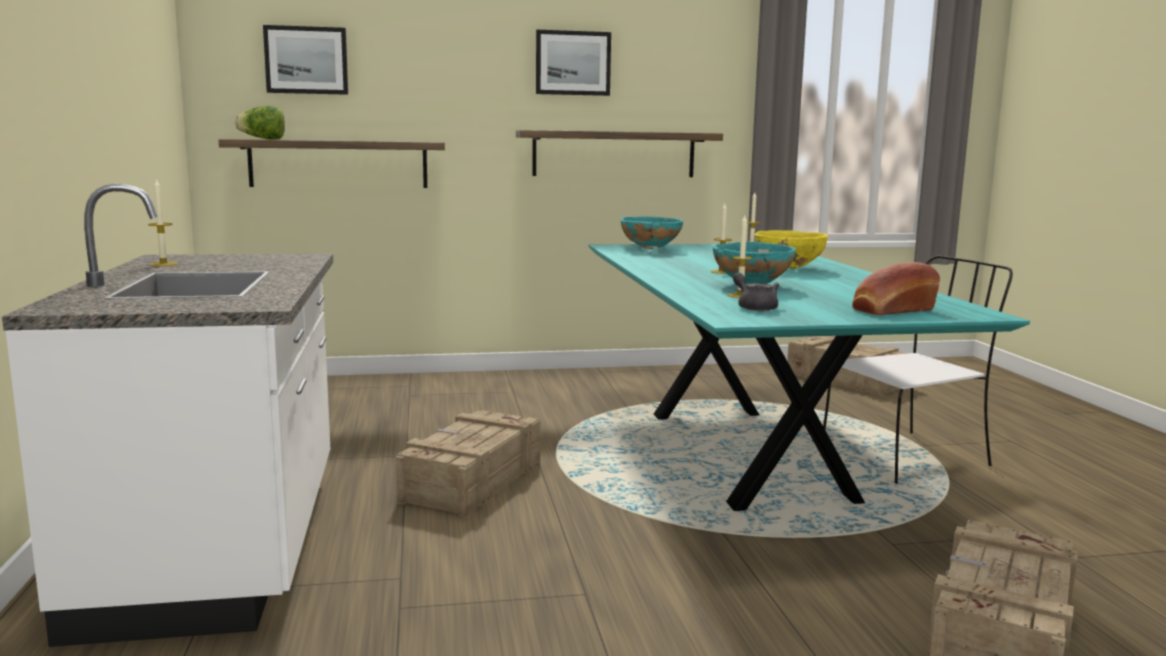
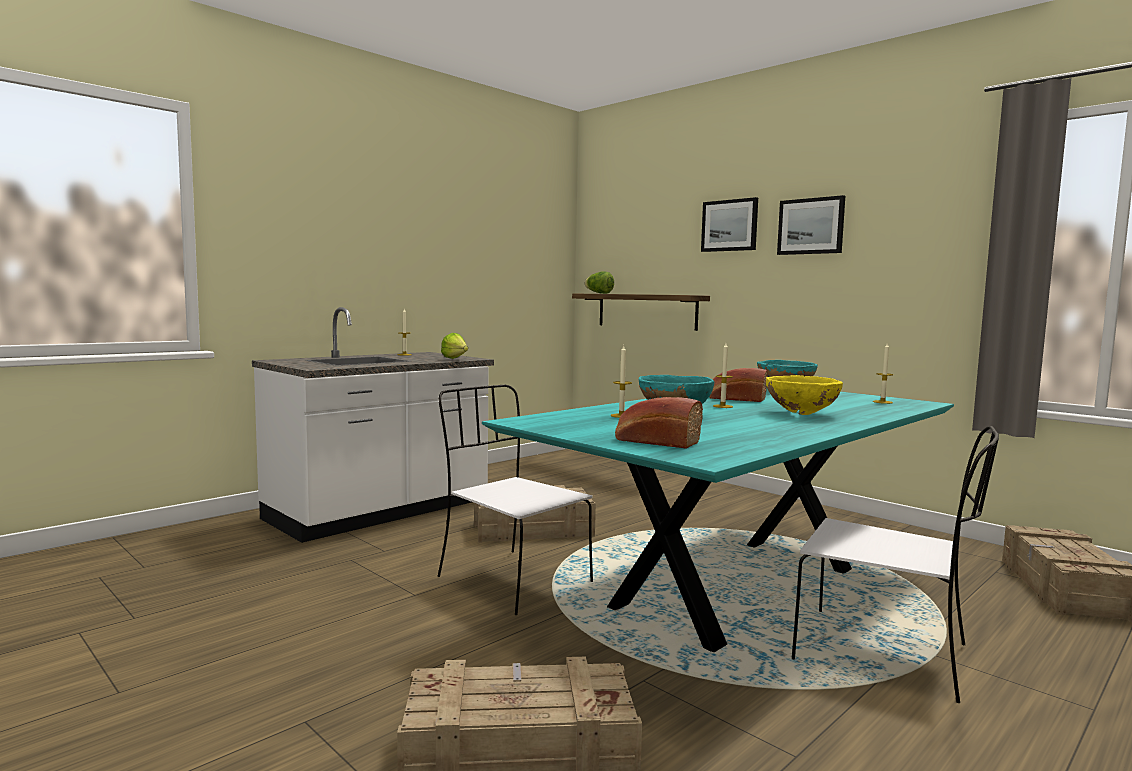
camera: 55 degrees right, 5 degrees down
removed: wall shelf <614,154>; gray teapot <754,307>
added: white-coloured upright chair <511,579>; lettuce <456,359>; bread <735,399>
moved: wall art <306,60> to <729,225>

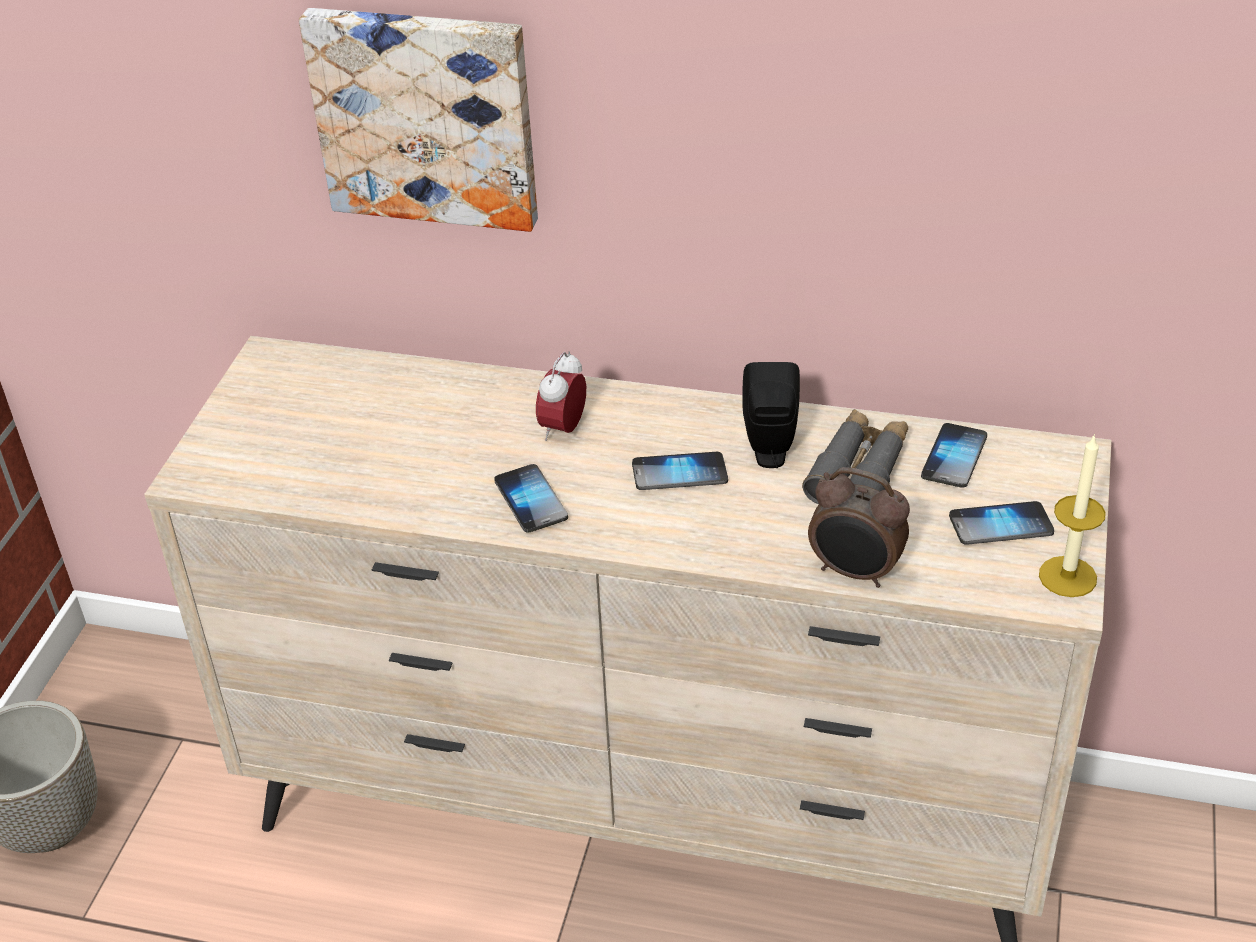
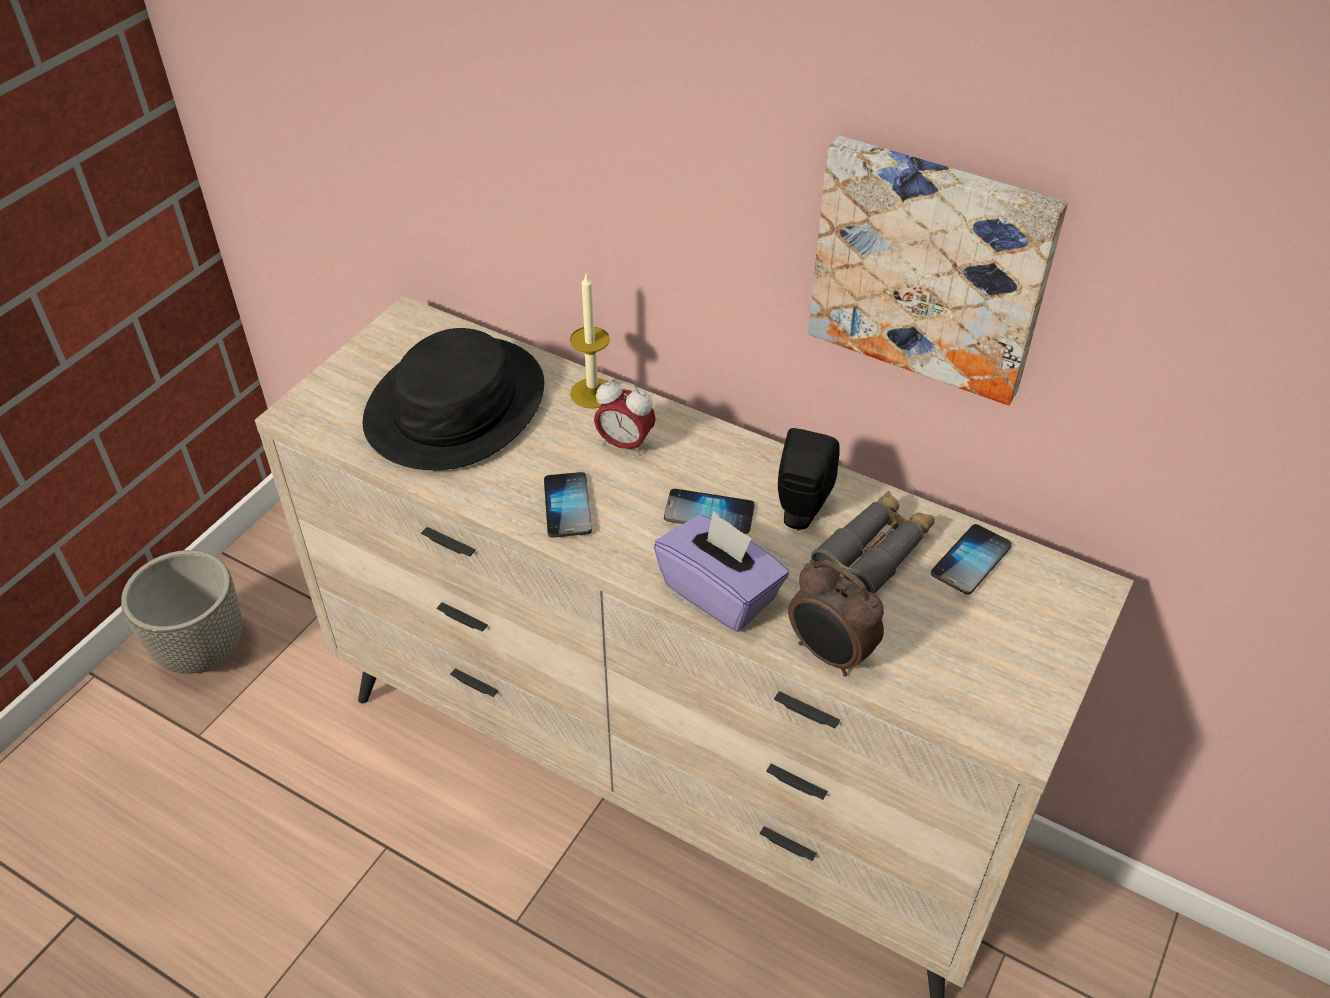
camera: 15 degrees right, 5 degrees up
removed: handset <1001,525>
added: blackish hat <456,406>; purplish tissue box <720,592>
moved: wax candle <1067,576> to <592,393>; wall art <426,115> to <931,266>
turned: bedside clock <563,429> = <625,444> 105 degrees counterclockwise

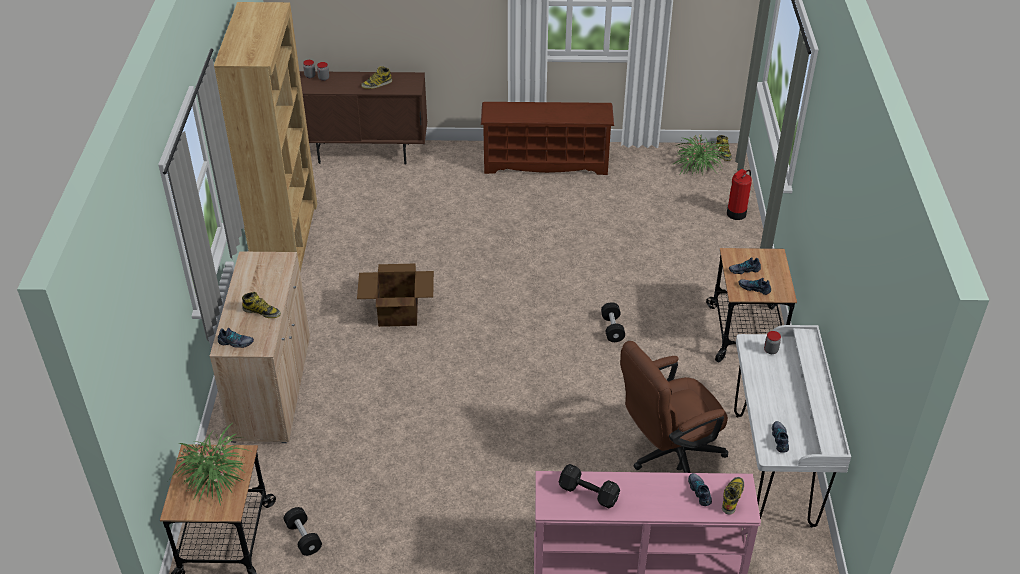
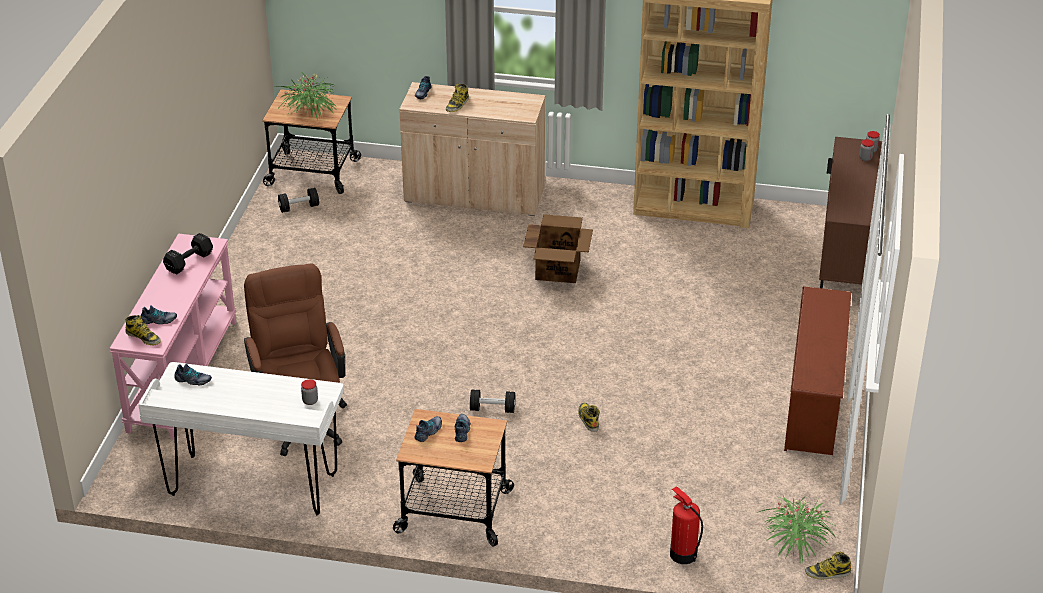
camera: 100 degrees right, 5 degrees down
moved: high-top boot <377,84> to <588,419>

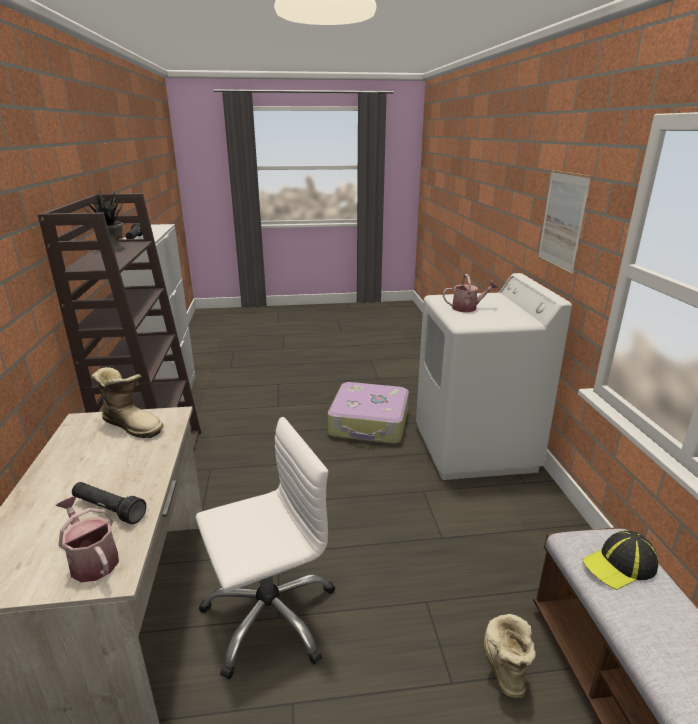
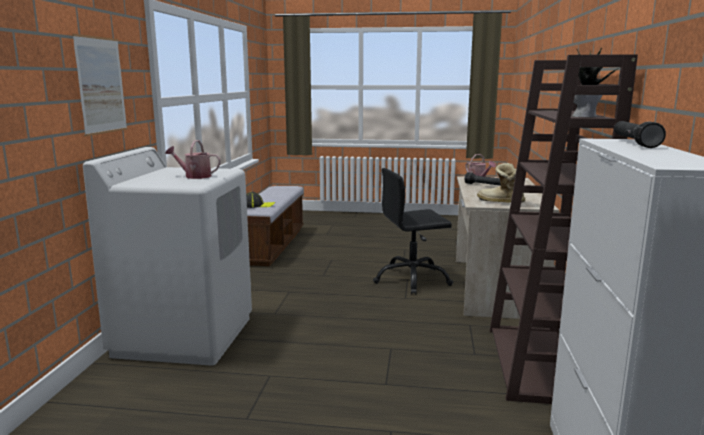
camera: 165 degrees left, 10 degrees down
removed: suitcase <369,424>; high-top boot <502,665>
recoloured: white-coloured computer chair <269,615> to blackish computer chair <412,280>

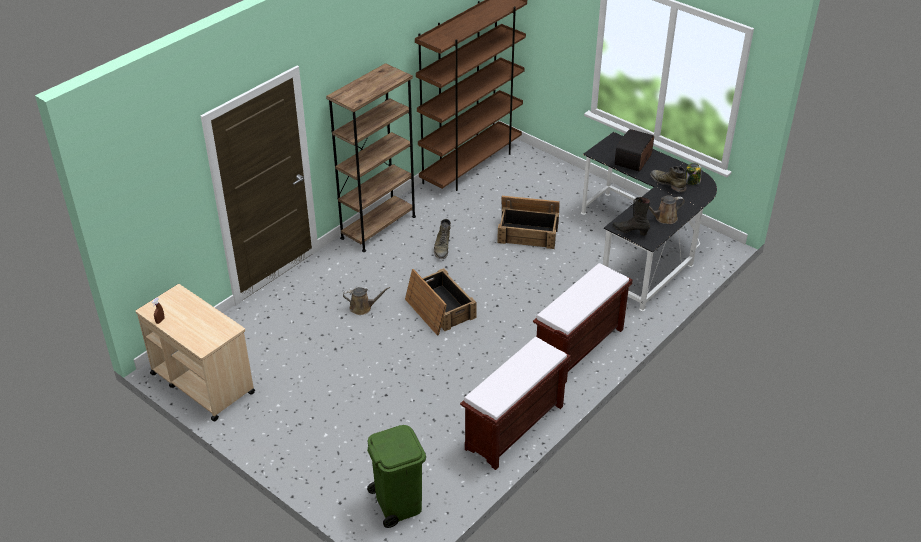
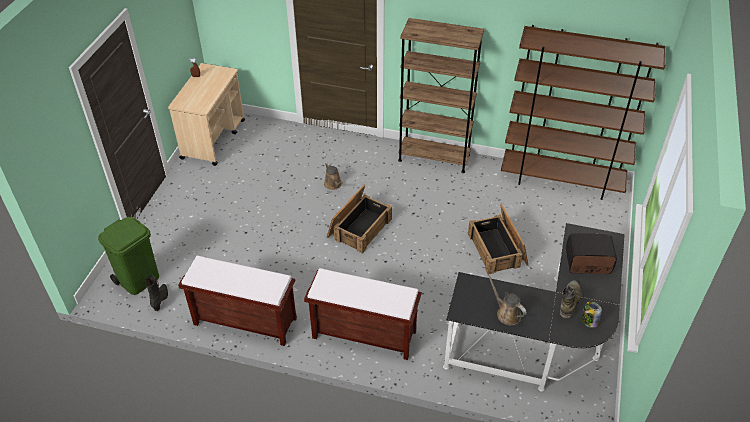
camera: 65 degrees right, 5 degrees up
removed: green-coloured high-top boot <442,248>
moved: blackish high-top boot <630,231> to <161,300>

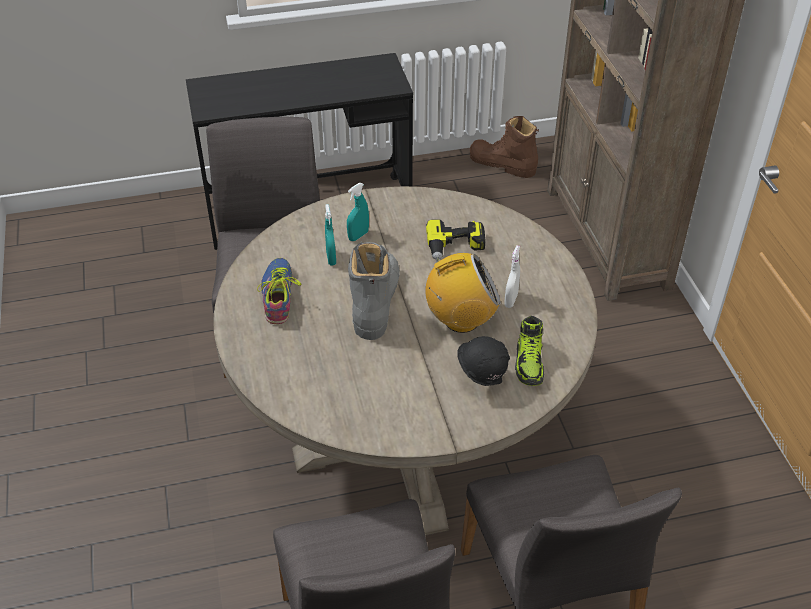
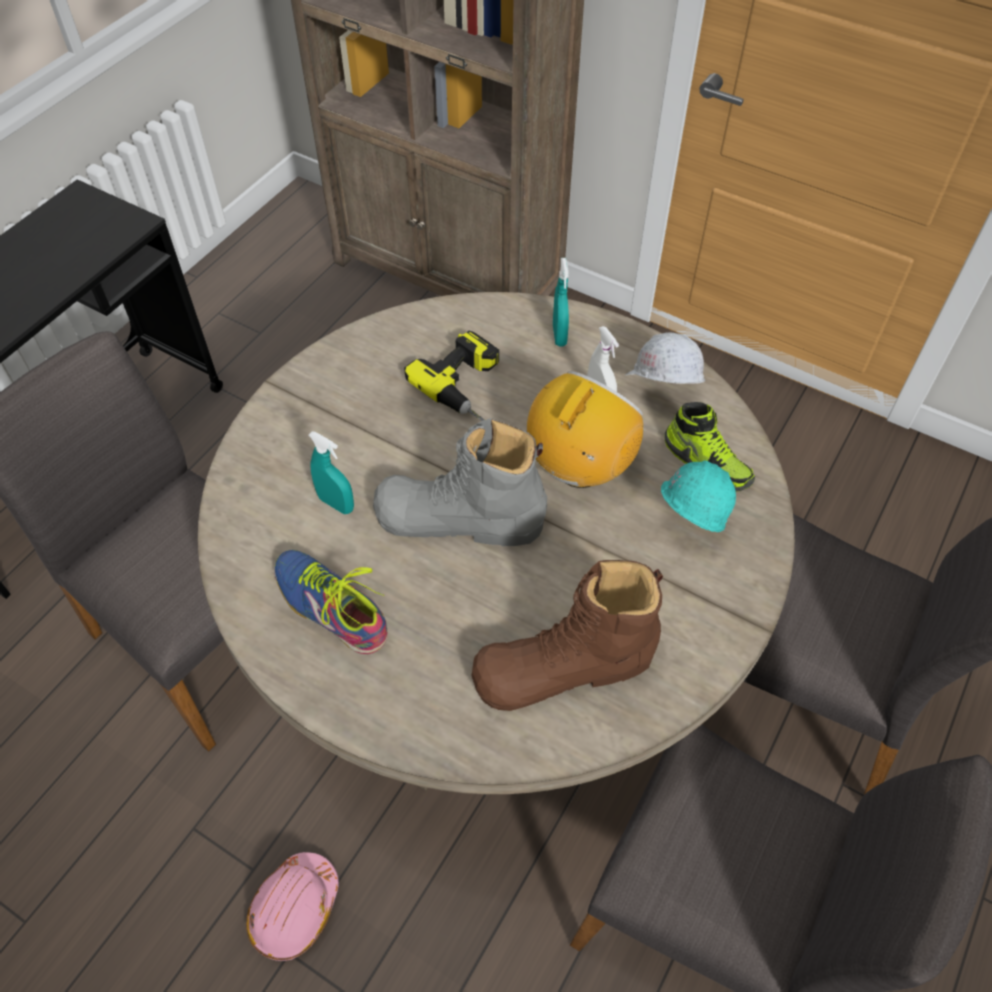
camera: 45 degrees left, 10 degrees up
added: pinkish work helmet <294,909>; white-coloured work helmet <660,395>
moved: brown high-top boot <502,164> to <564,667>; turquoise-coloured sprayer <358,236> to <559,335>
recoloured: blackish work helmet <481,379> to turquoise-coloured work helmet <687,522>
turned: gray high-top boot <375,301> = <459,519> 45 degrees counterclockwise

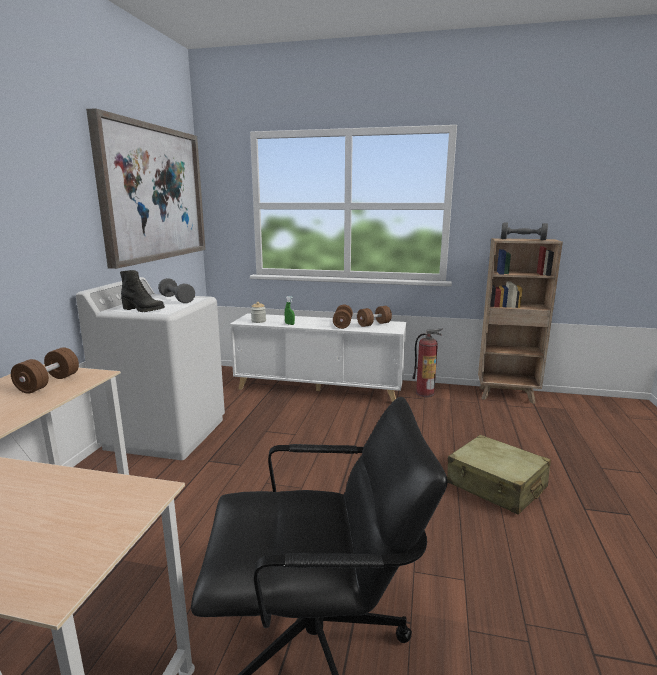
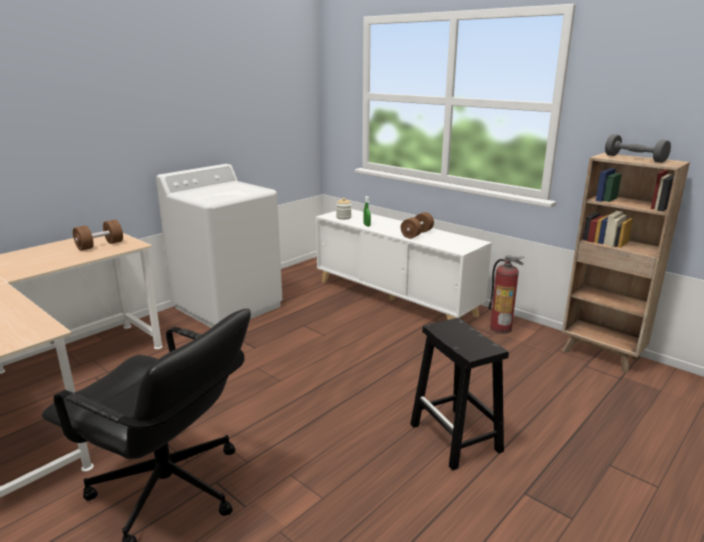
camera: 30 degrees right, 5 degrees up
removed: wall art <154,193>; blackish high-top boot <143,310>; gray free weight <177,299>; brown free weight <374,324>
replaced: sand-coloured suitcase <496,485> to blackish sitting stool <456,438>

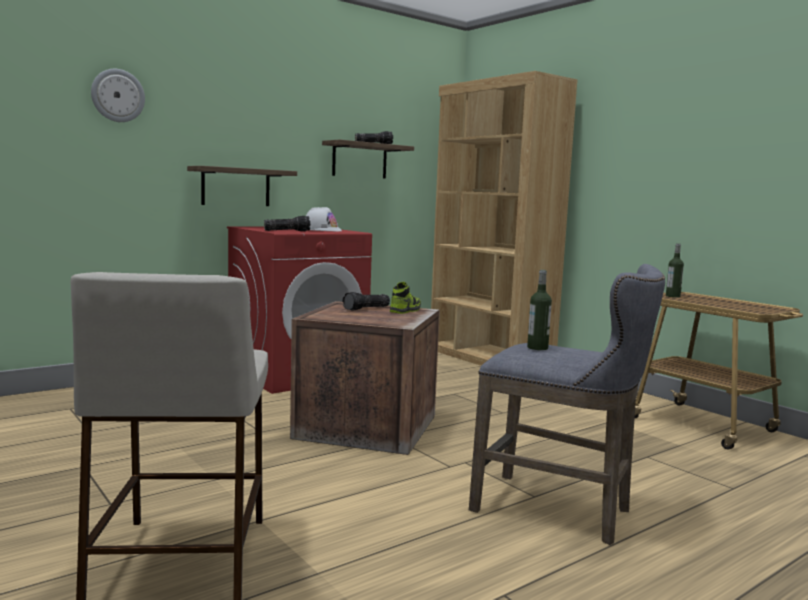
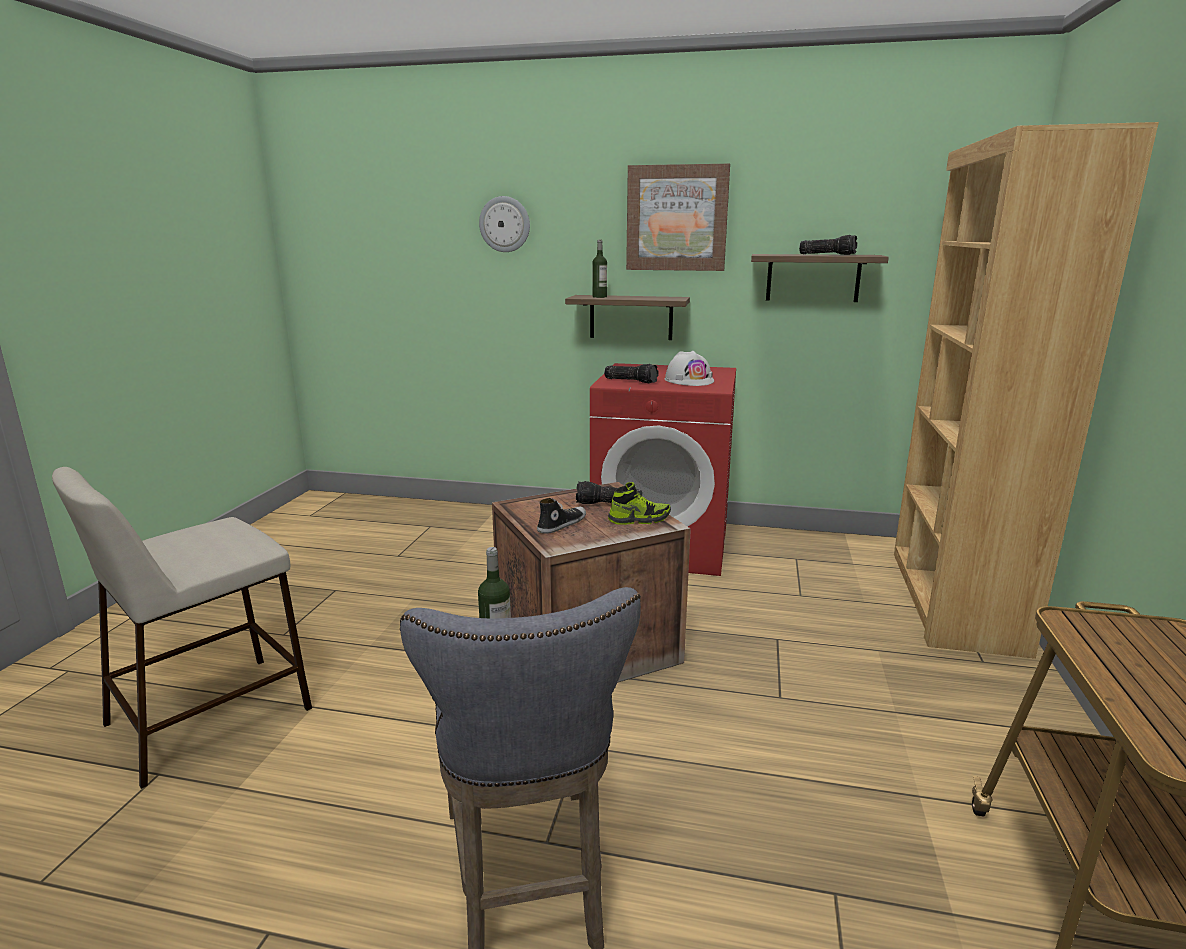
camera: 50 degrees right, 10 degrees up
added: low shoe <561,524>; wall art <677,218>
moved: bottle <672,296> to <599,297>

